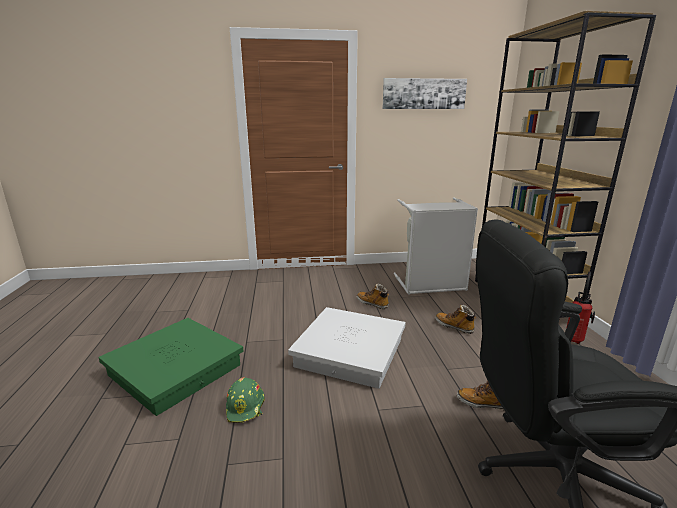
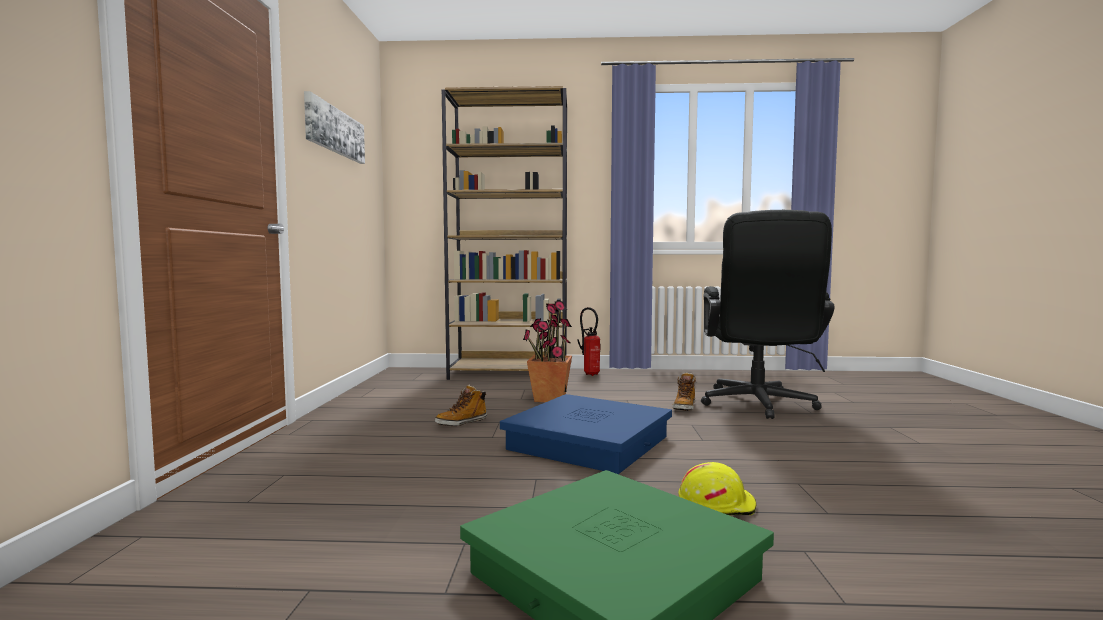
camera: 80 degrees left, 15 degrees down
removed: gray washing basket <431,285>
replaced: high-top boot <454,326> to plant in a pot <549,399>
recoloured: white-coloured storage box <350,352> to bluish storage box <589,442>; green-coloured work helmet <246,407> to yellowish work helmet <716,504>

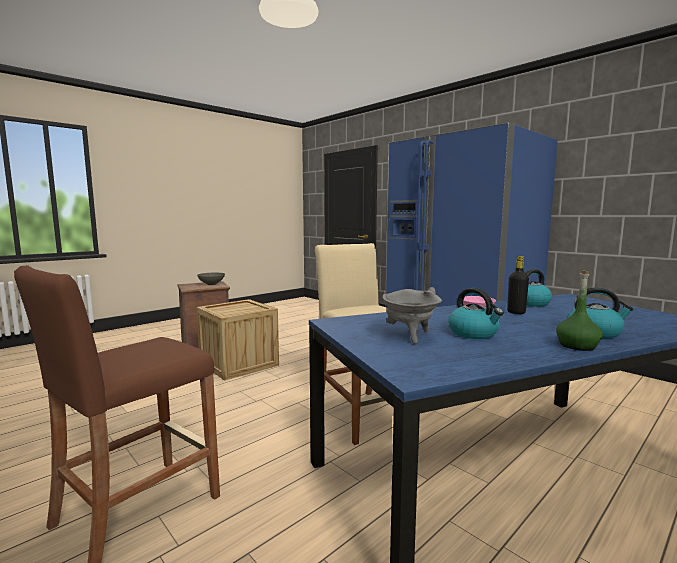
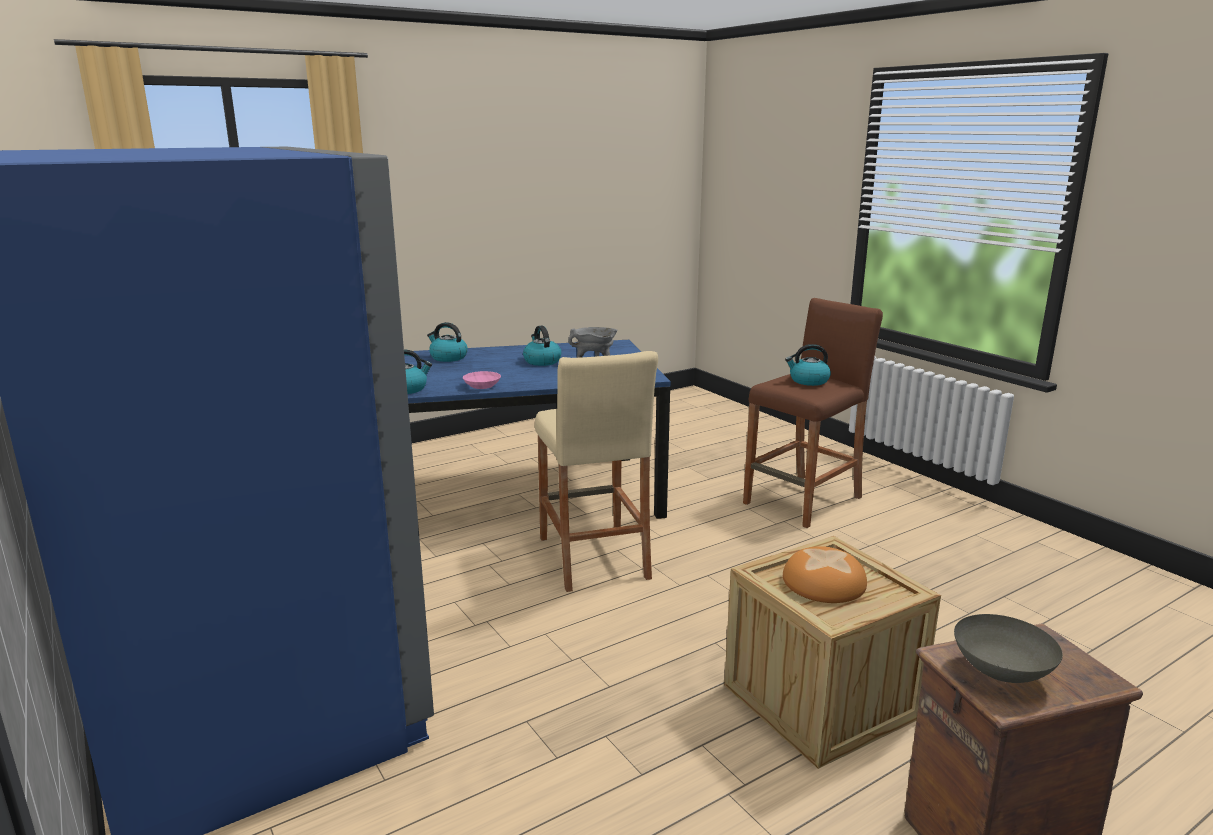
camera: 170 degrees left, 10 degrees up
removed: blackish bottle <516,312>; green-coloured bottle <577,346>
added: bread <823,582>; kettle <808,381>

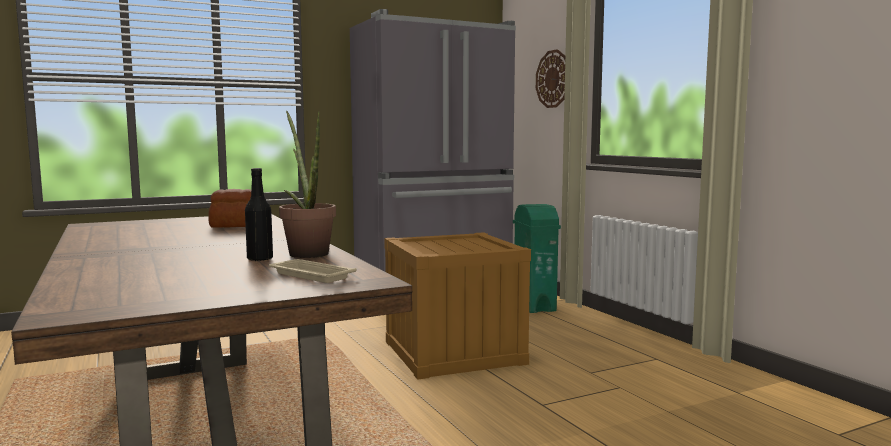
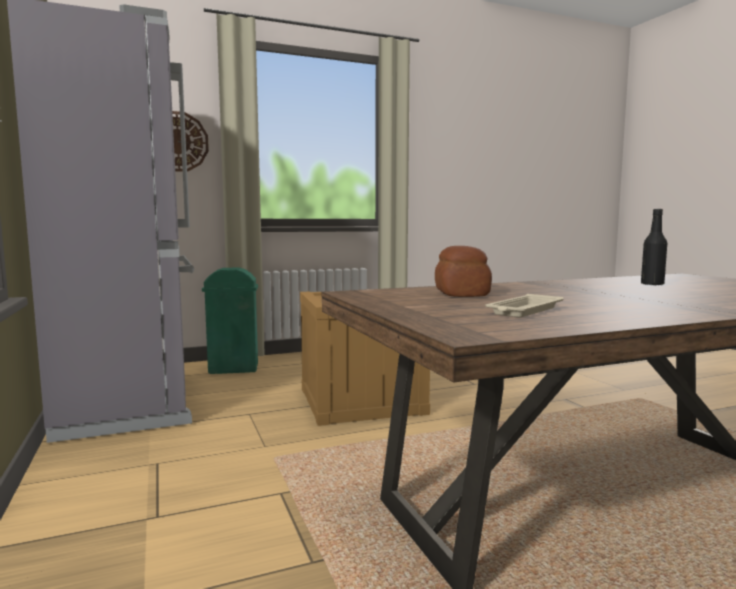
camera: 85 degrees left, 0 degrees up
removed: plant in a pot <306,252>
moved: sand-coloured carrying tray <310,275> to <524,311>

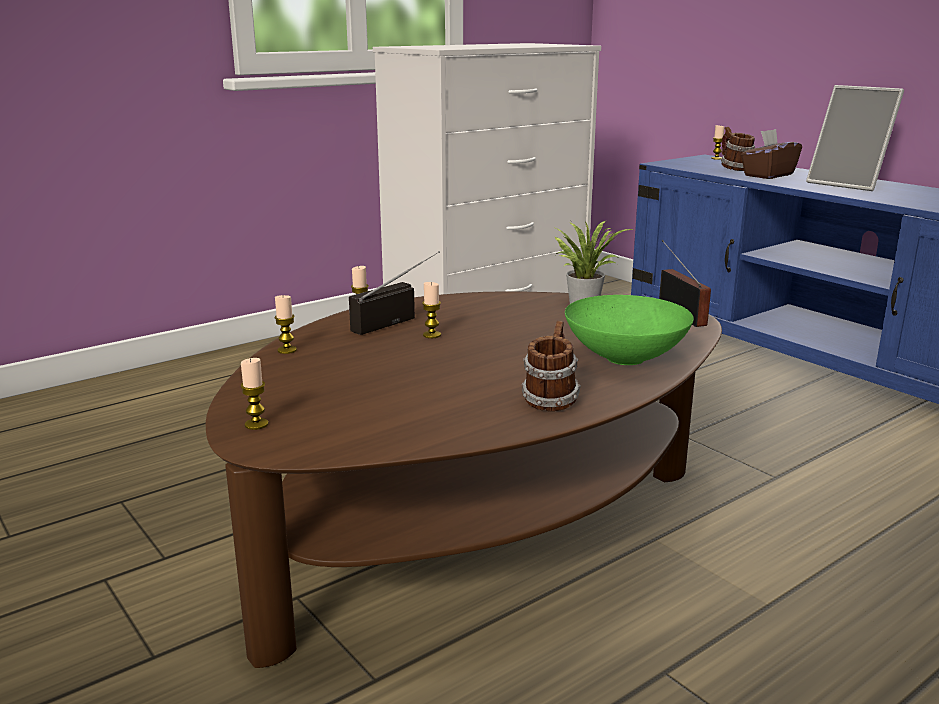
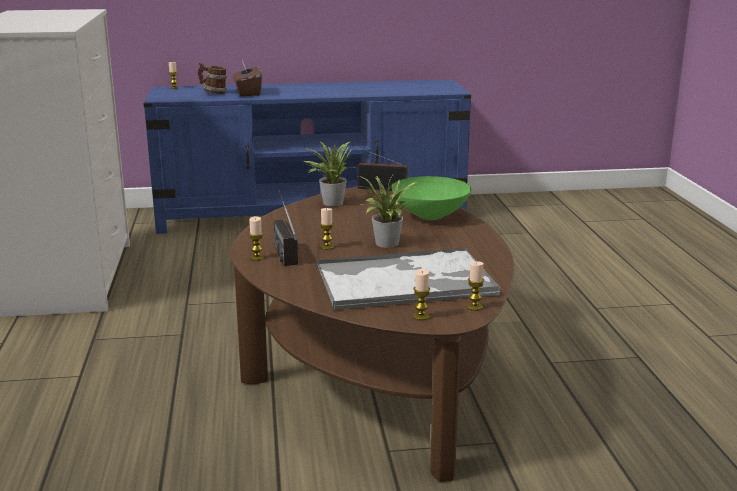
camera: 60 degrees left, 0 degrees up
removed: tea mug <550,400>; picture frame <849,184>
added: carrying tray <406,281>; plant in a pot <385,244>
moved: wax candle <287,350> to <474,307>

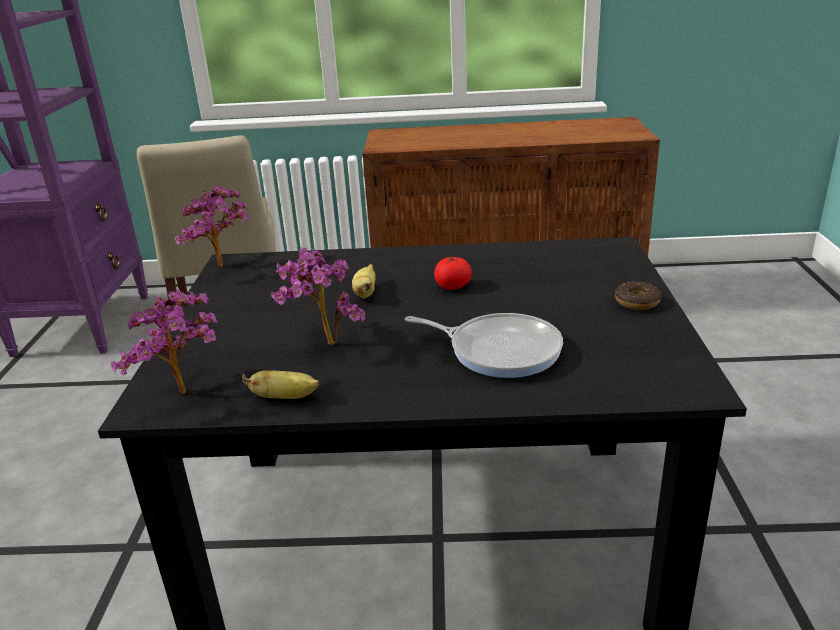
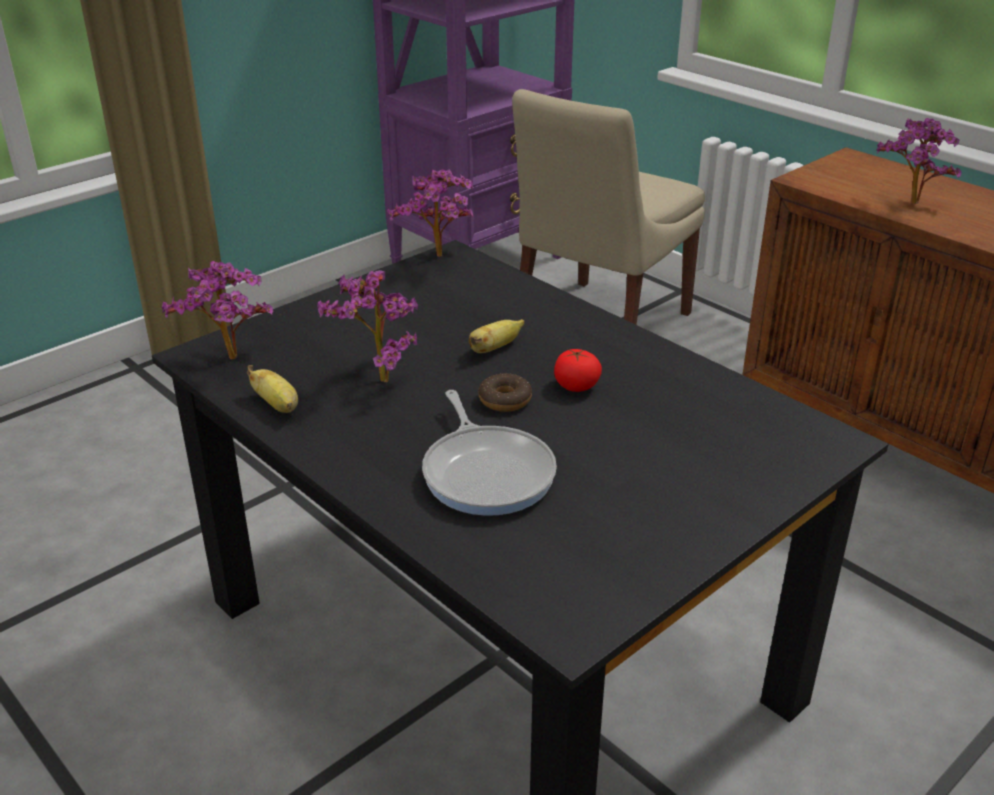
camera: 45 degrees right, 5 degrees up
added: plant in a pot <910,205>
moved: ring doughnut <637,302> to <505,400>

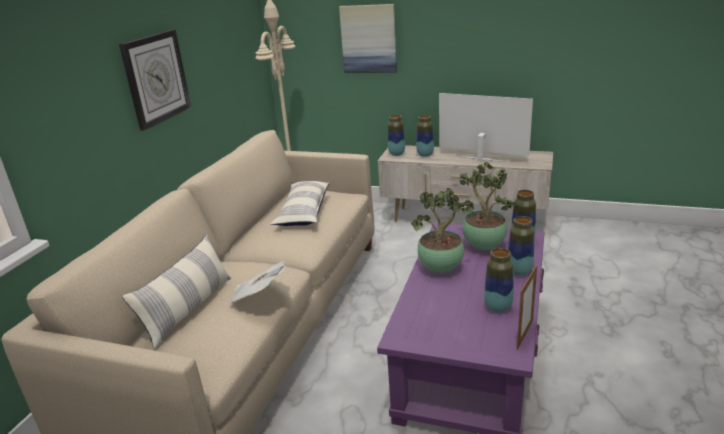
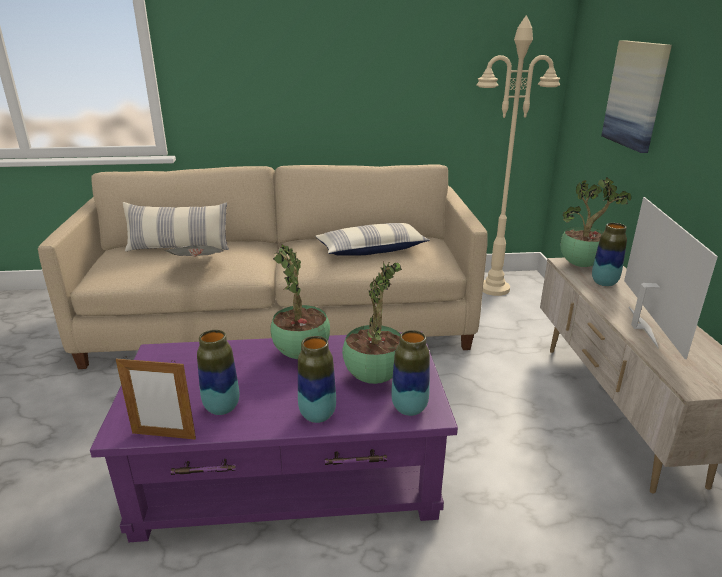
camera: 65 degrees right, 0 degrees up
removed: wall clock <156,78>
replaced: decorative vase <396,154> to plant in a pot <582,265>

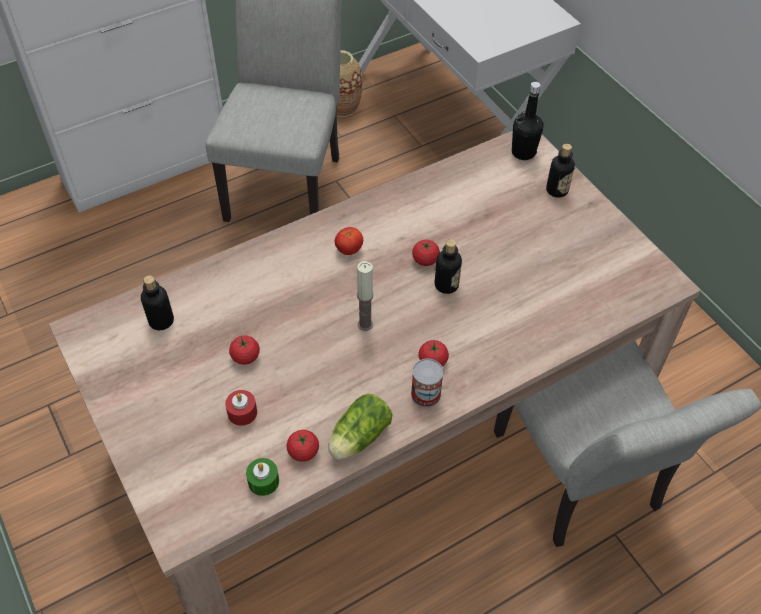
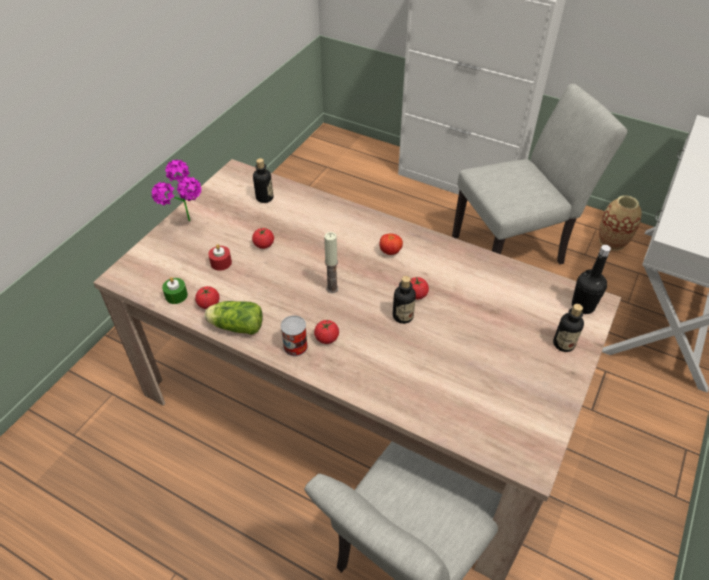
camera: 60 degrees right, 5 degrees down
added: plant in a pot <188,227>

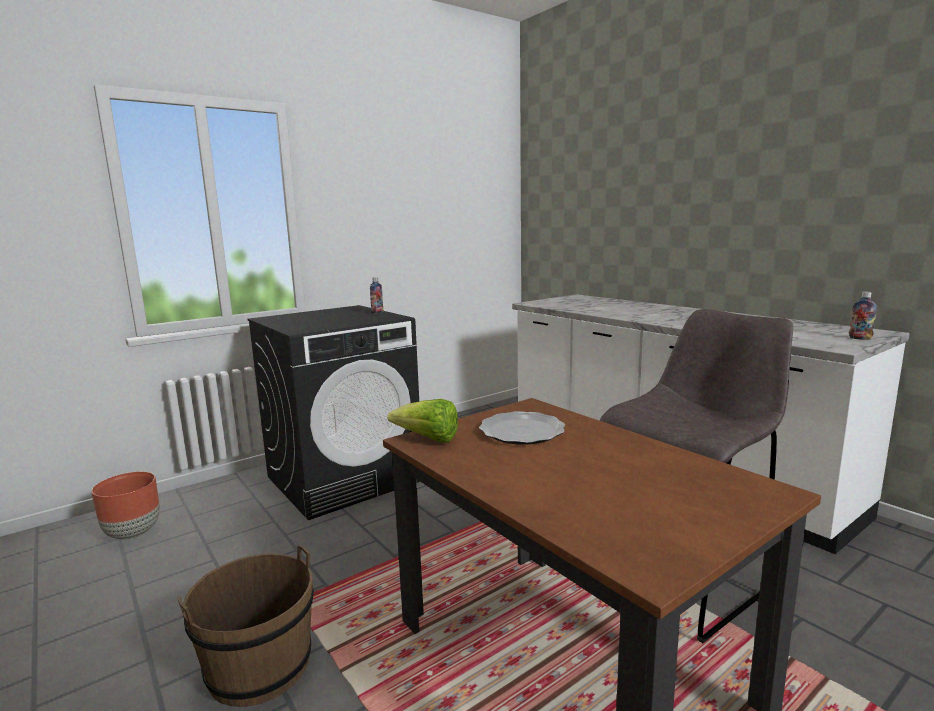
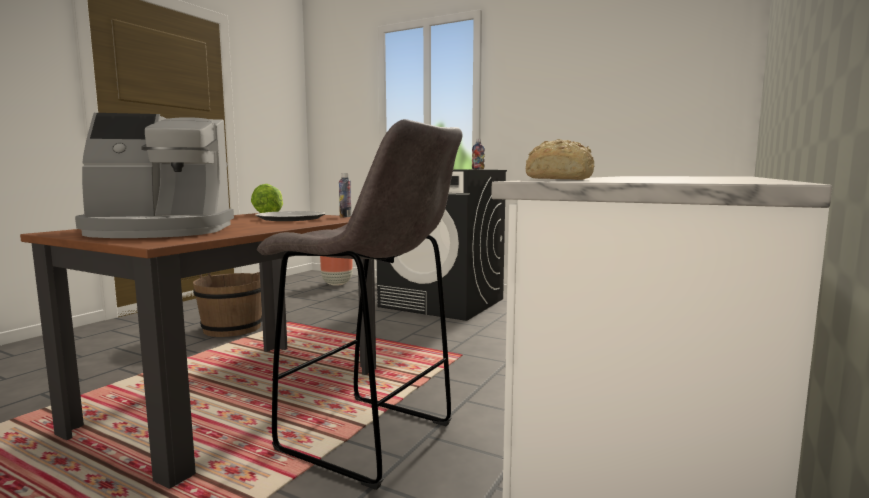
camera: 65 degrees right, 5 degrees down
added: coffee machine <160,231>; bread <561,179>
moved: bottle <860,338> to <345,216>

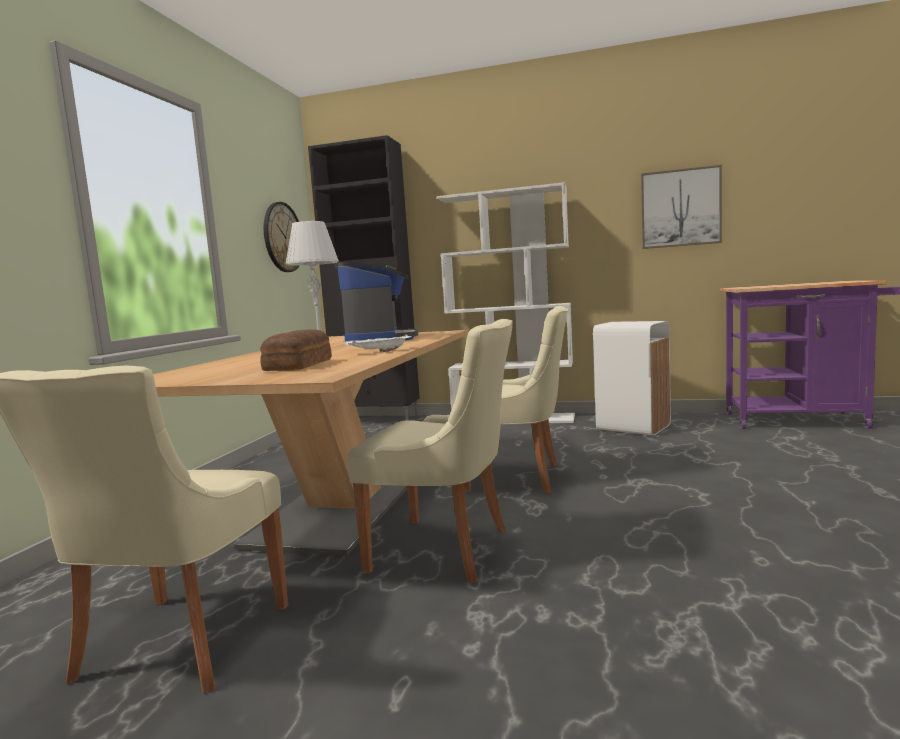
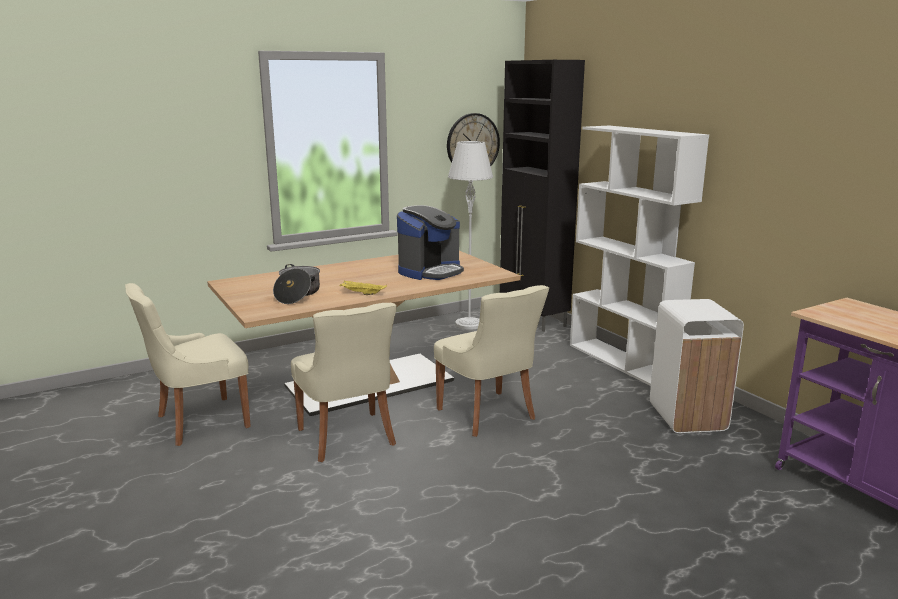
camera: 45 degrees right, 10 degrees up
removed: wall art <680,208>
replaced: bread <300,365> to stockpot <297,294>
recoloured: white-coloured carrying tray <378,352> to yellowish carrying tray <362,294>

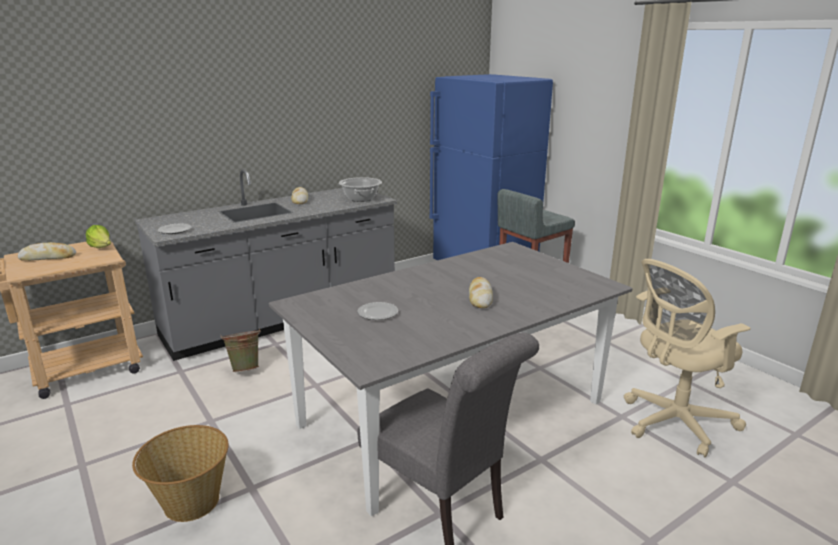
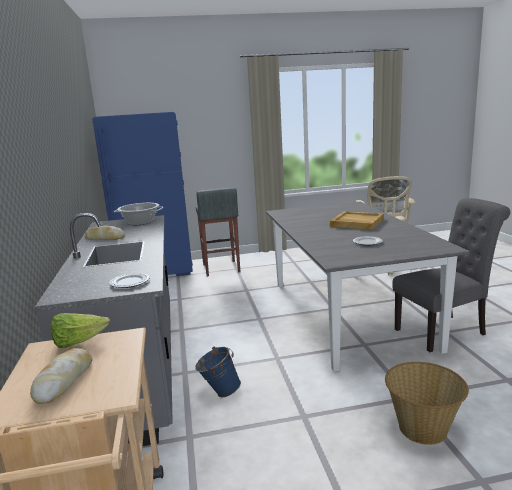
camera: 65 degrees left, 5 degrees down
replaced: bread <480,297> to sand-coloured carrying tray <356,222>
recoloured: green-coloured pail <245,368> to bluish pail <219,392>

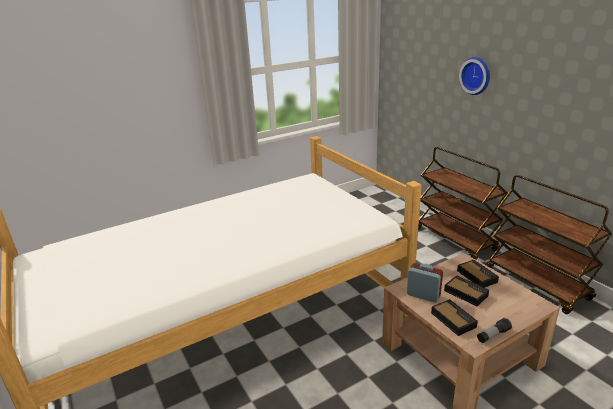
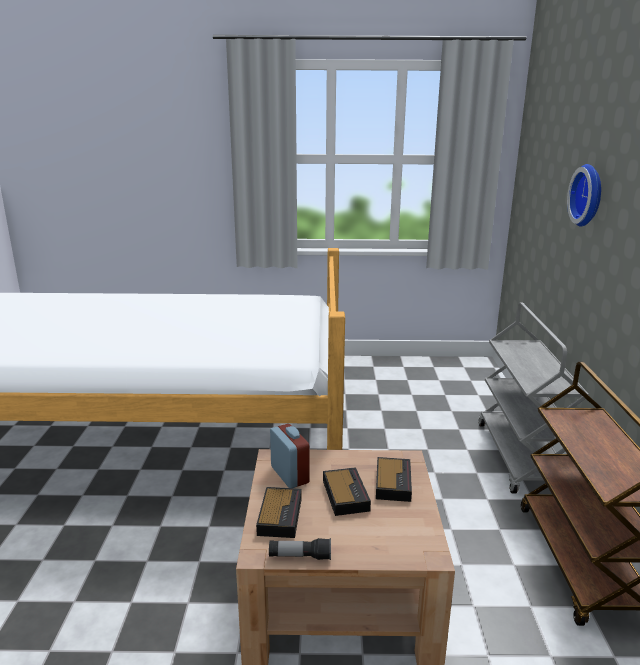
camera: 30 degrees right, 5 degrees down
recoloured: brown cart <455,240> to gray cart <521,457>

